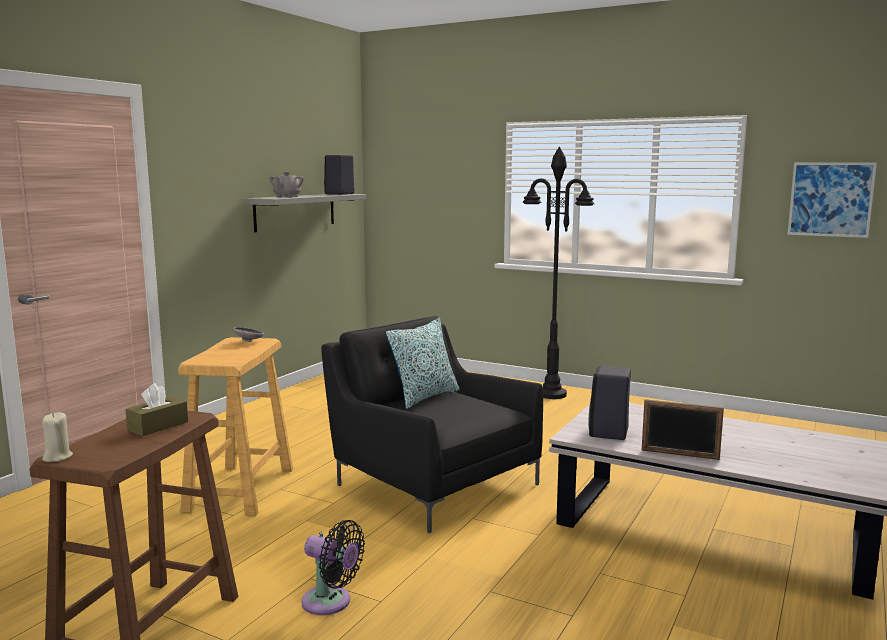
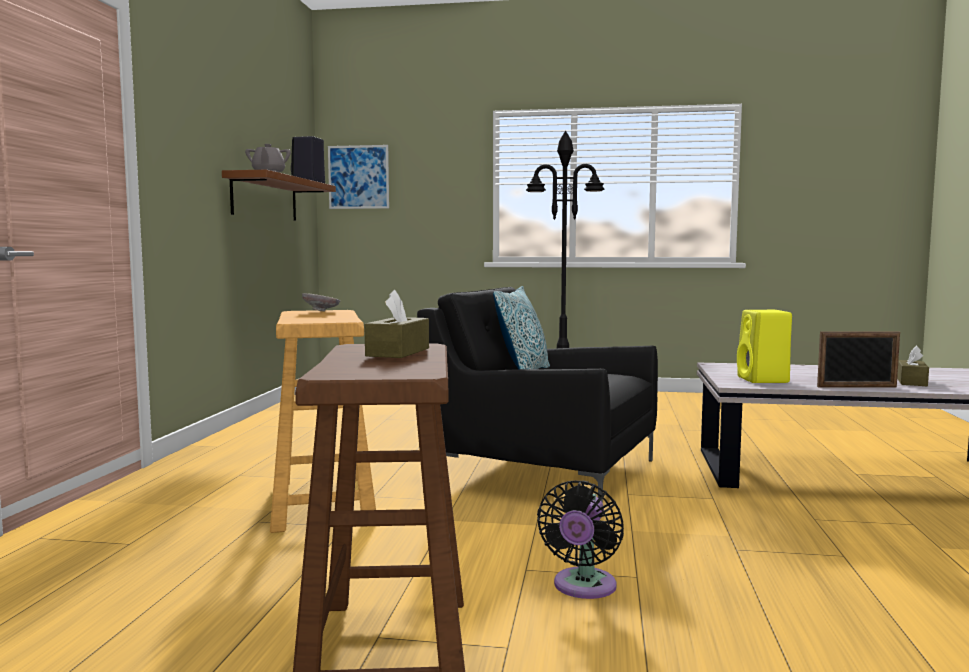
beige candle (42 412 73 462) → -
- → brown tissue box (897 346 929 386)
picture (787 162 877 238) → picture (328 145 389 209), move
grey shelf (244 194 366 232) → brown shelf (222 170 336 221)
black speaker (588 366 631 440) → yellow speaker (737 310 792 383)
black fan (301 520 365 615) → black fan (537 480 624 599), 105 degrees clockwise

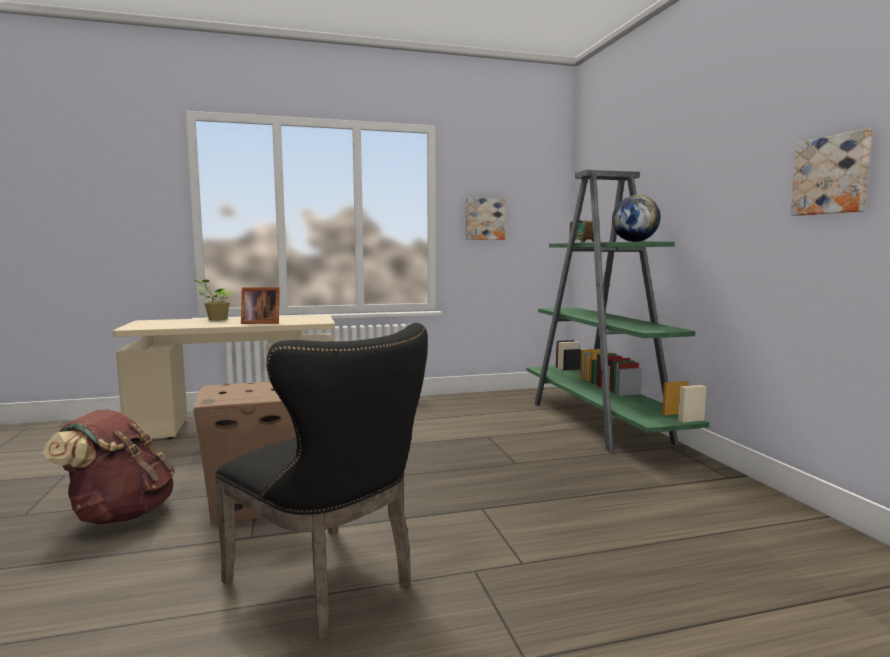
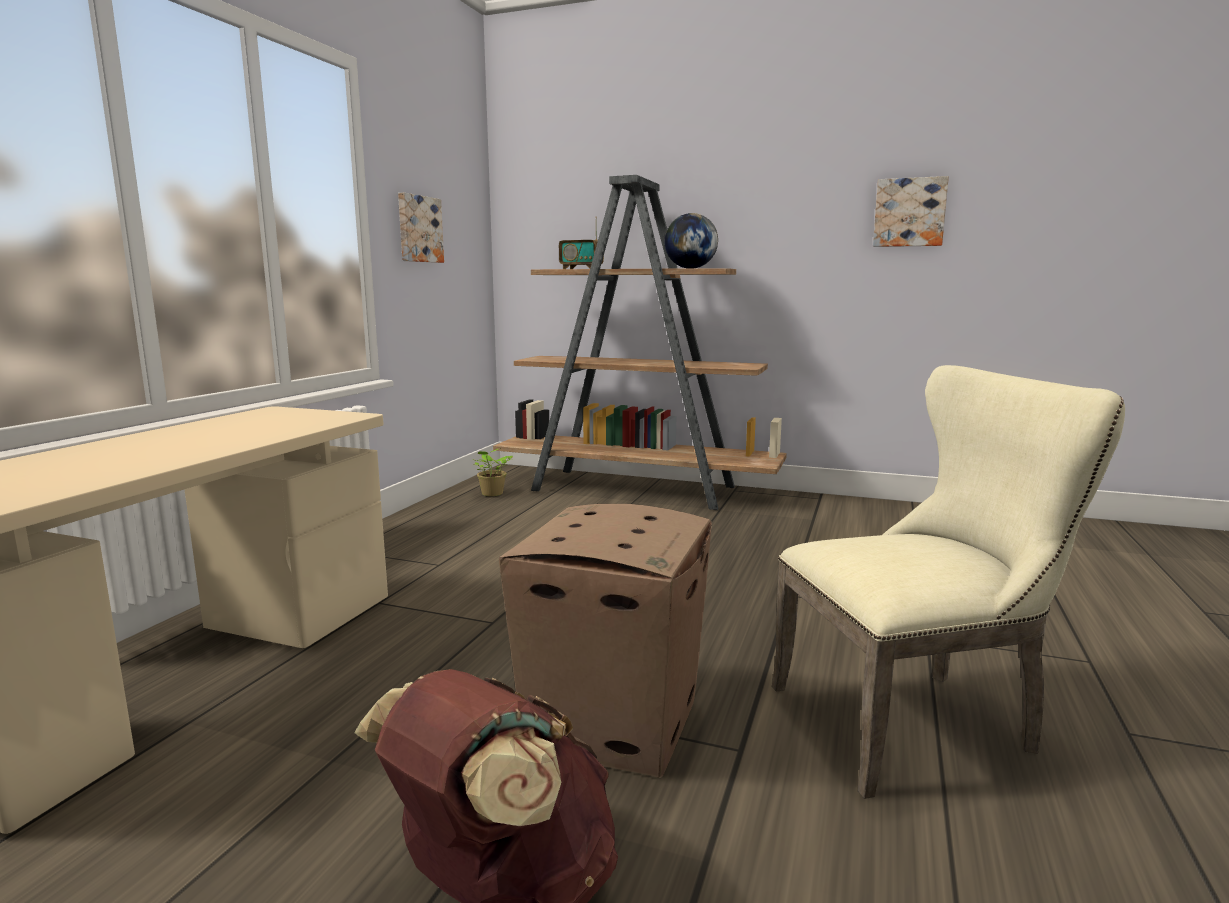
picture frame (241 287 280 324) → -
potted plant (195 279 233 321) → potted plant (475 448 513 496), move
black chair (215 323 428 640) → beige chair (772 365 1125 799)
green bookcase (526 170 709 453) → brown bookcase (493 175 787 510)

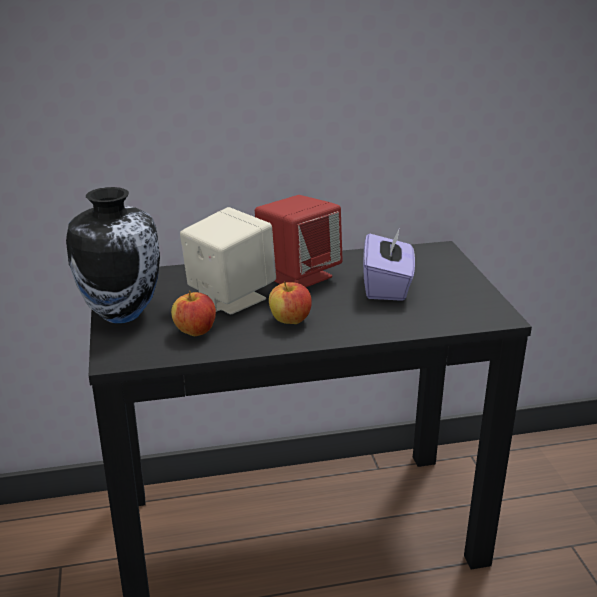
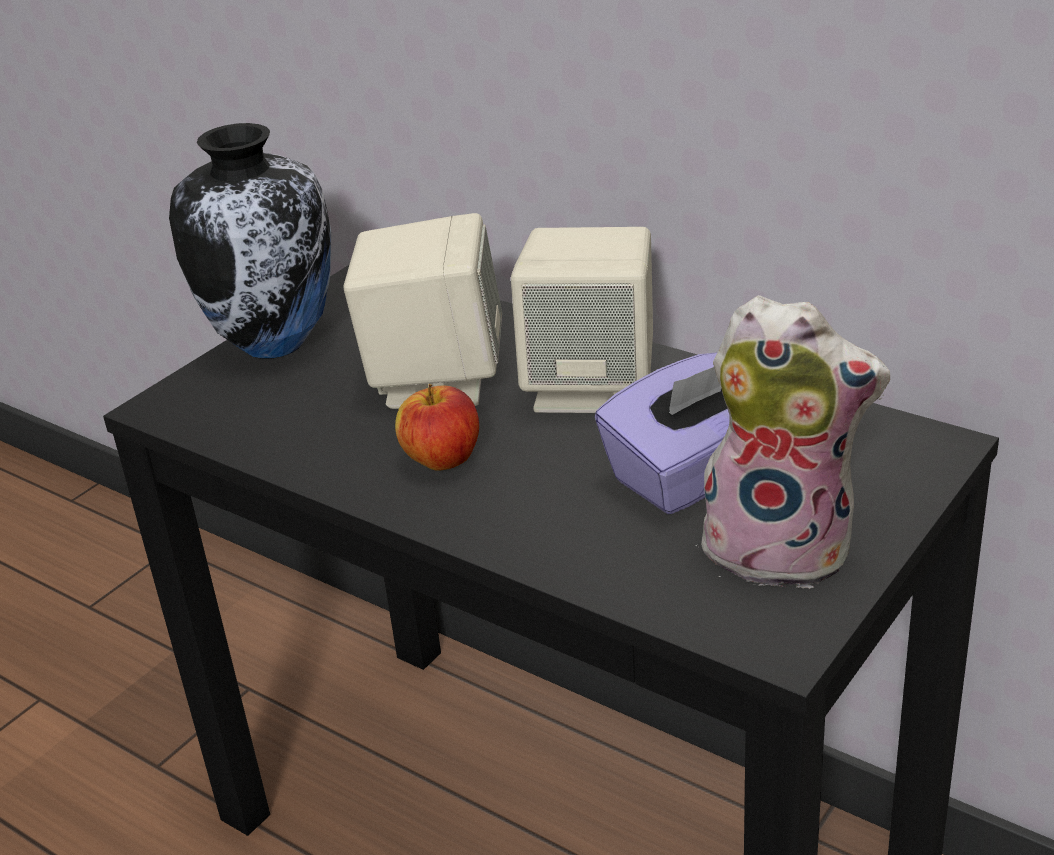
apple (171 291 216 336) → -
- → plush toy (695 295 890 589)
red speaker (255 195 343 287) → beige speaker (511 227 653 413)

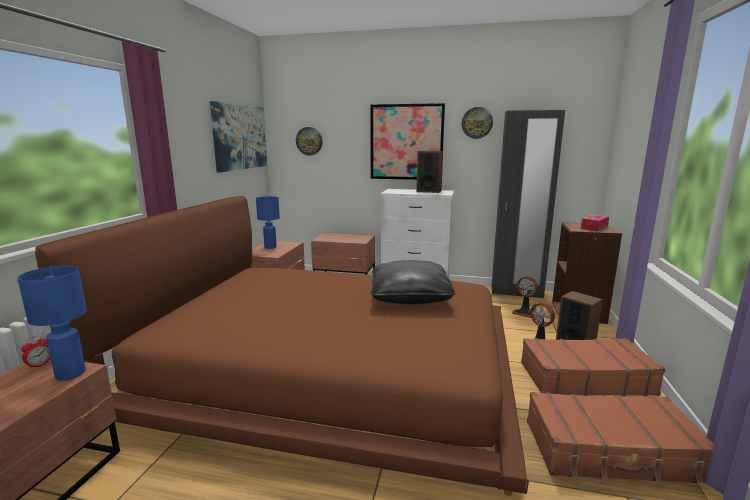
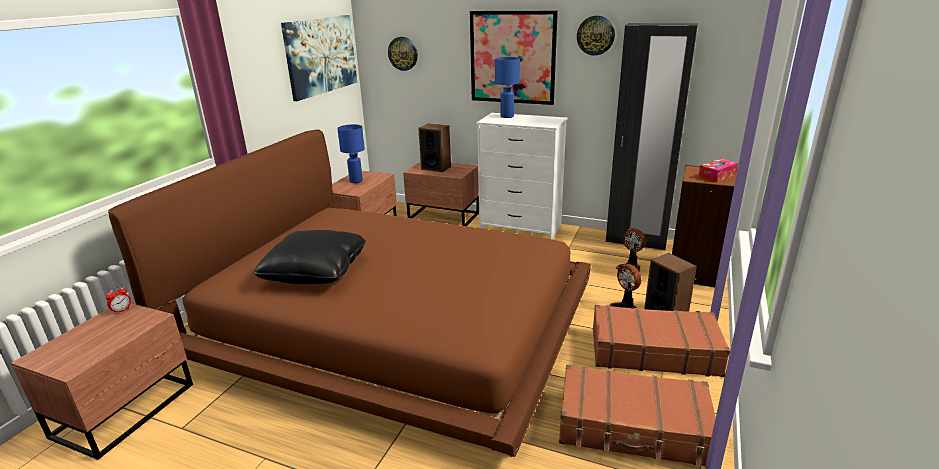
blue table lamp (17 265 87 380) → blue table lamp (495 57 520 118), move
black pillow (371 260 456 304) → black pillow (253 230 366 284), move
speaker (416 151 443 193) → speaker (418 124 451 172), move

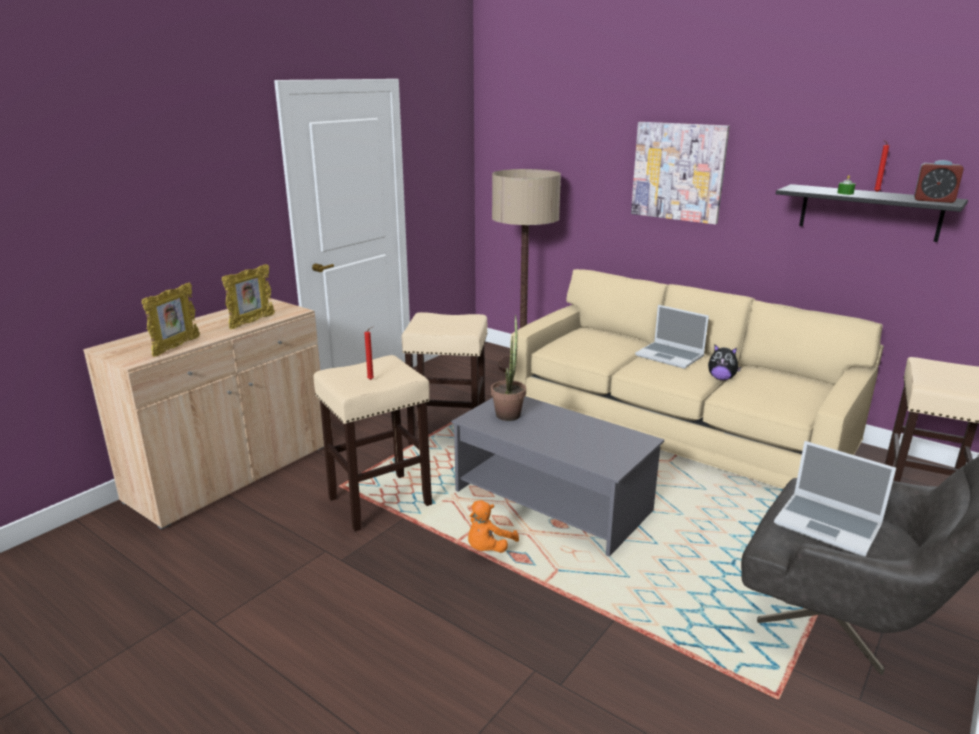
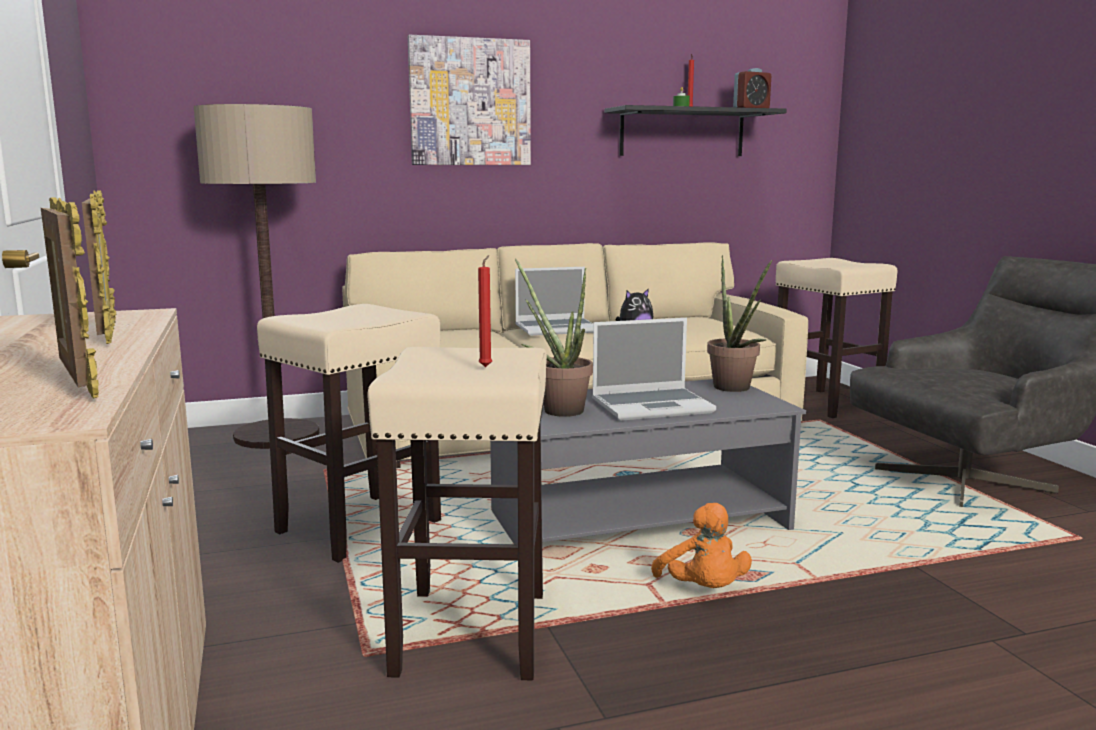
- → potted plant (707 255 772 392)
laptop (774 441 896 556) → laptop (592 318 716 421), move

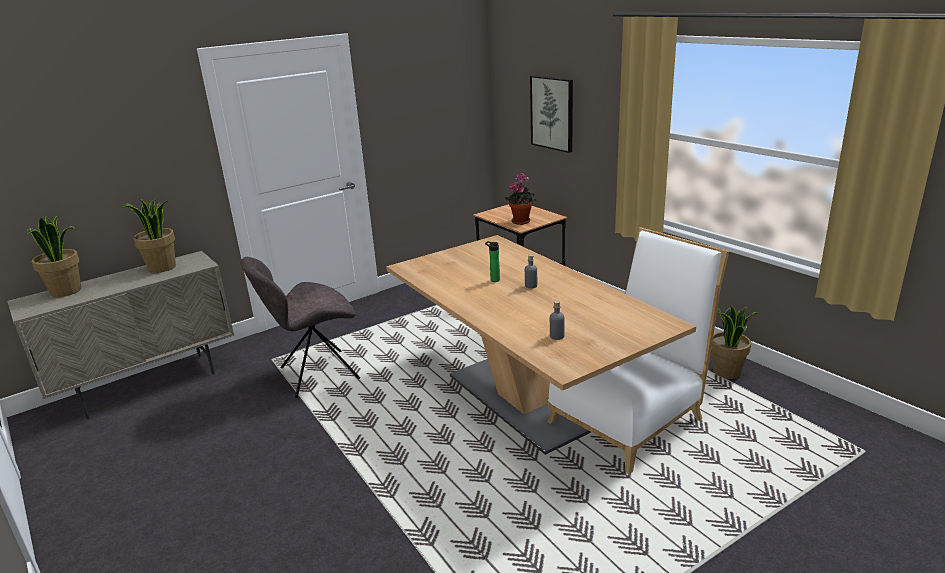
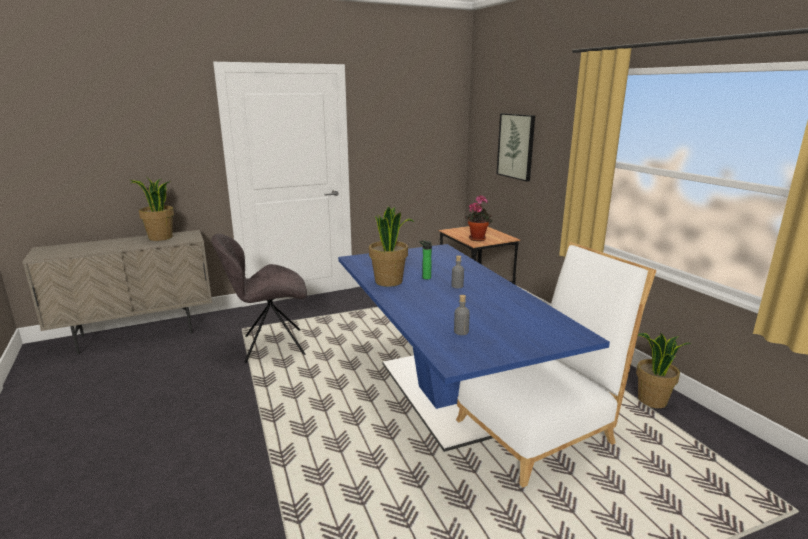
potted plant (27 215 81 297) → potted plant (369 207 414 287), move
beige dining table (386 235 696 455) → blue dining table (338 244 610 452)

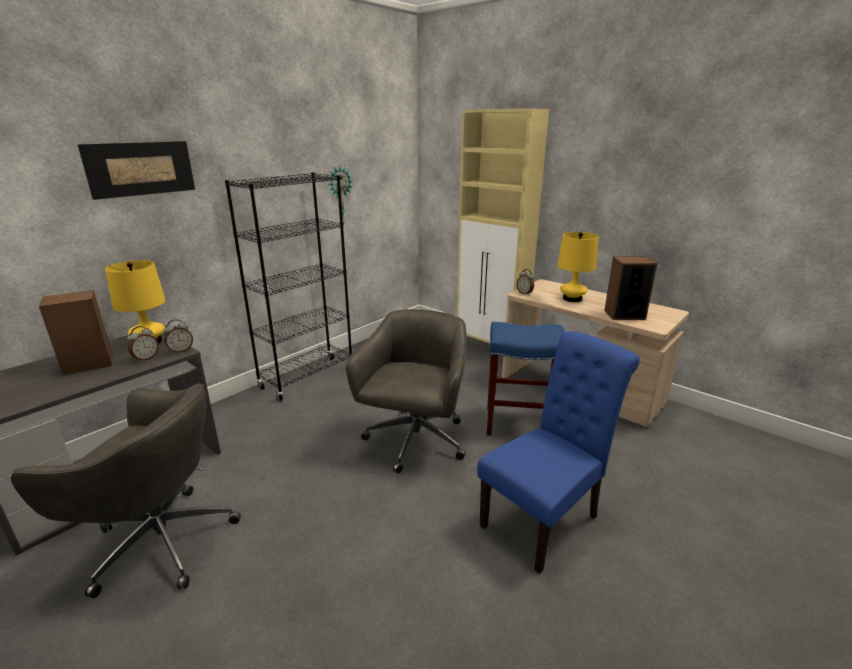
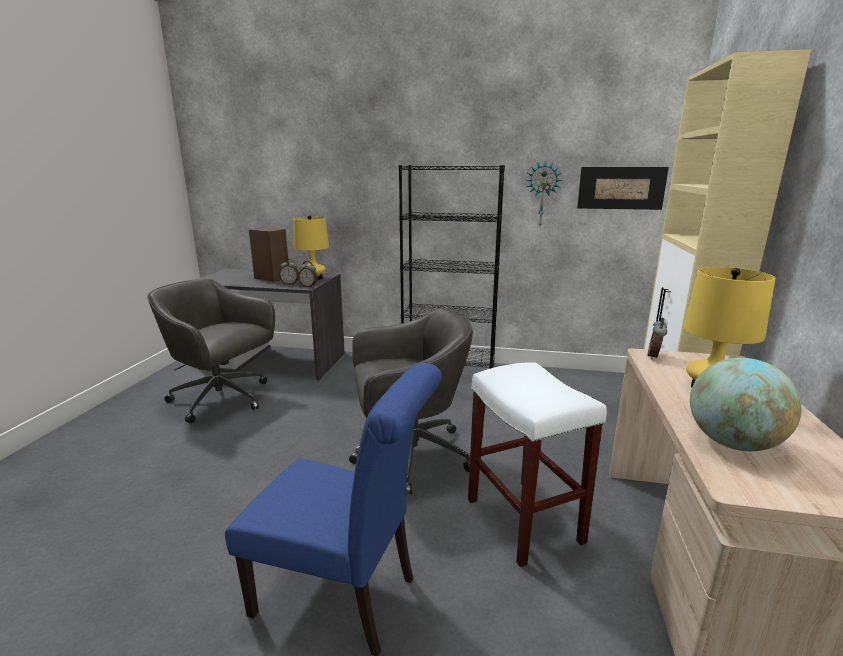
picture (78 141 195 200) → picture (577 167 669 210), move
speaker (604 256 657 320) → globe (690 358 802 451)
blue stool (487 322 565 435) → white stool (468 362 607 567)
grey office chair (11 384 241 598) → grey office chair (147 279 275 423), 135 degrees clockwise

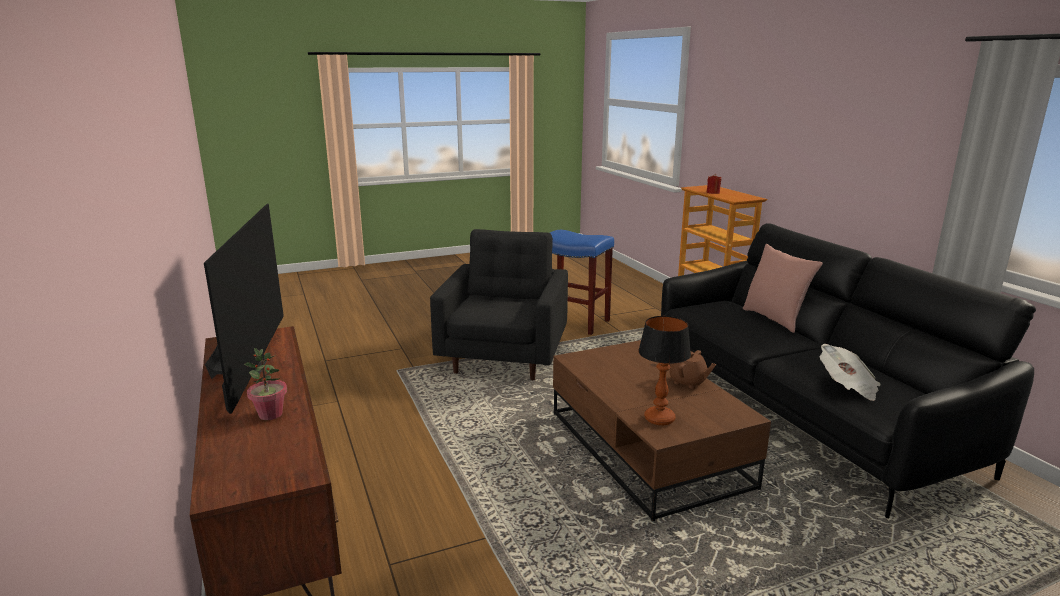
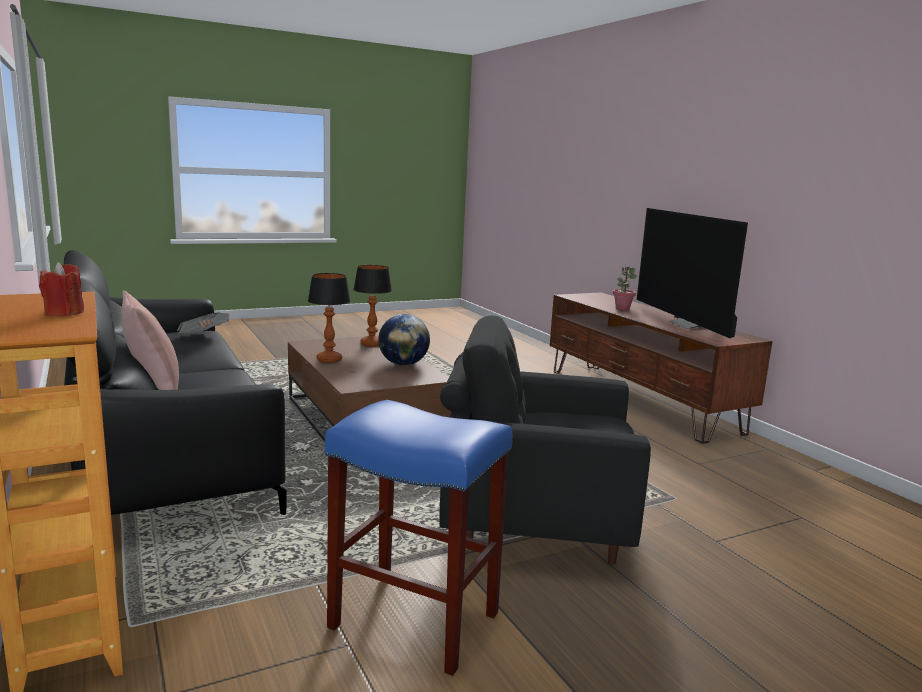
- → globe (378 314 430 366)
brown teapot (669 350 716 389) → table lamp (308 273 351 363)
black armchair (430 229 568 380) → black armchair (439 315 651 565), 90 degrees clockwise

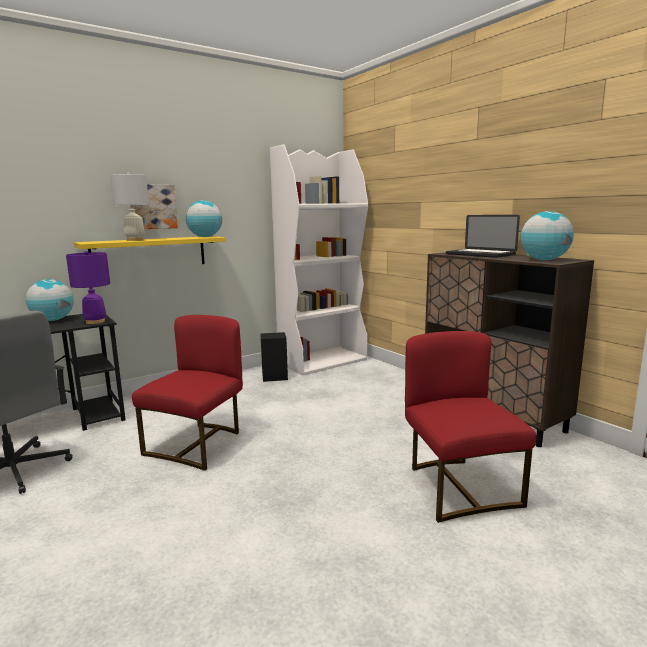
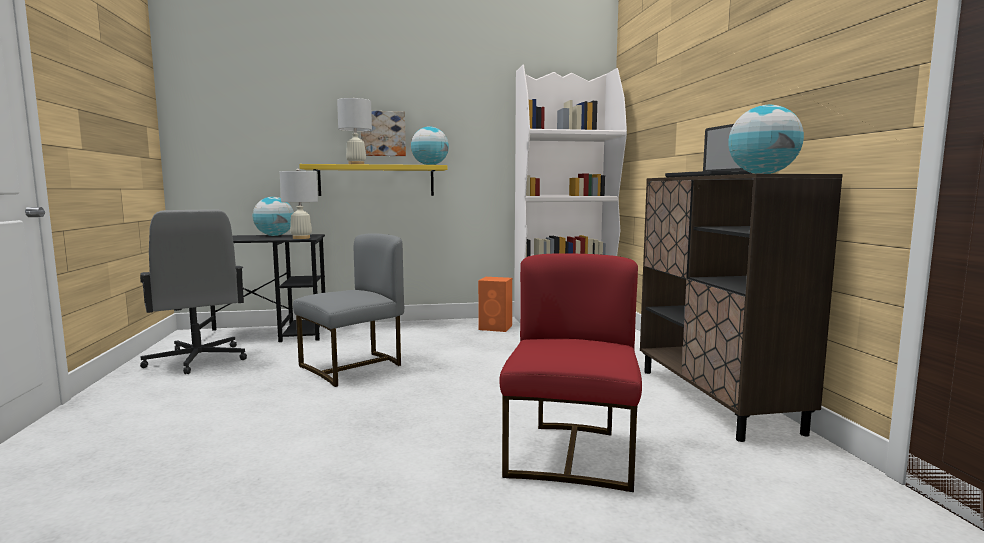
purple table lamp (66 251 110 324) → white table lamp (280 169 318 239)
red chair (132 315 243 471) → grey chair (293 233 404 387)
black speaker (260 332 288 382) → orange speaker (478 277 512 332)

